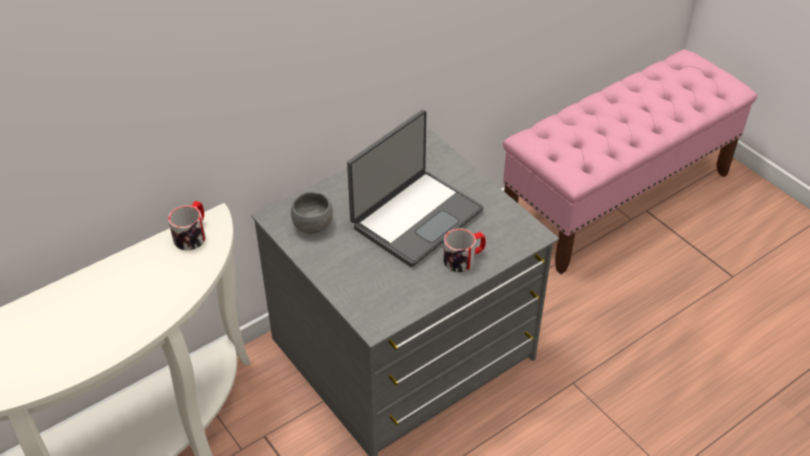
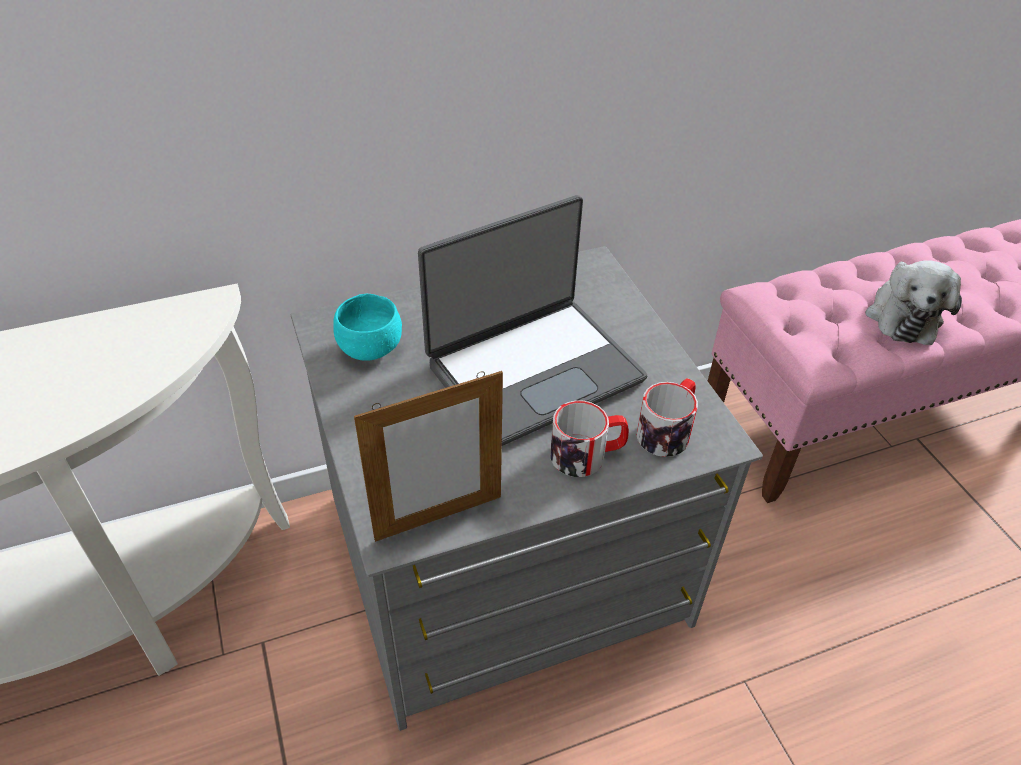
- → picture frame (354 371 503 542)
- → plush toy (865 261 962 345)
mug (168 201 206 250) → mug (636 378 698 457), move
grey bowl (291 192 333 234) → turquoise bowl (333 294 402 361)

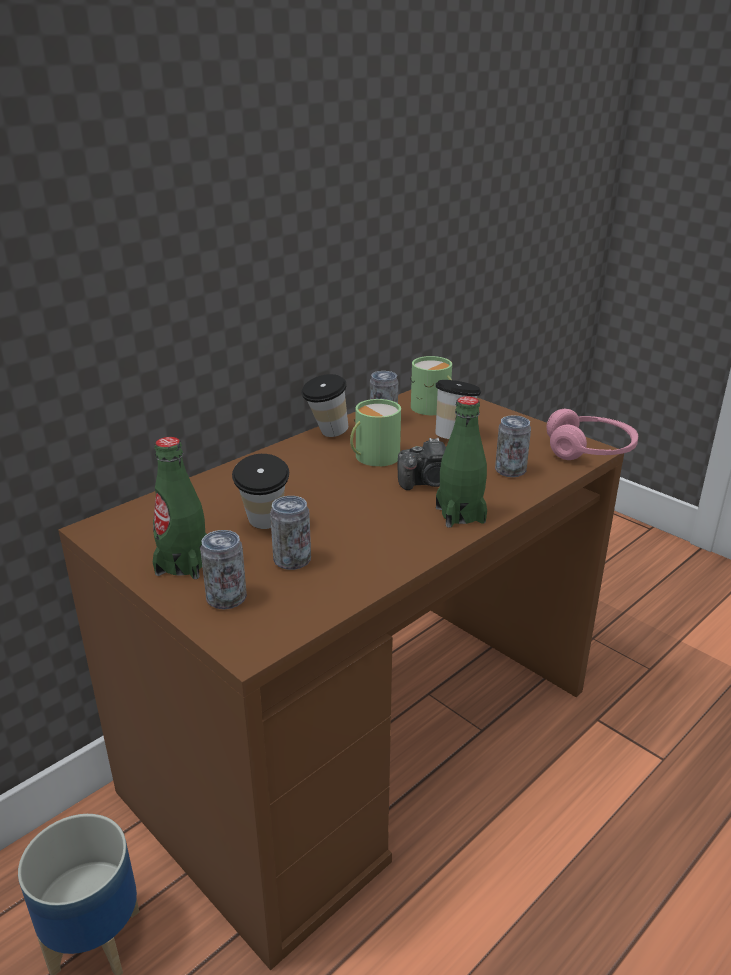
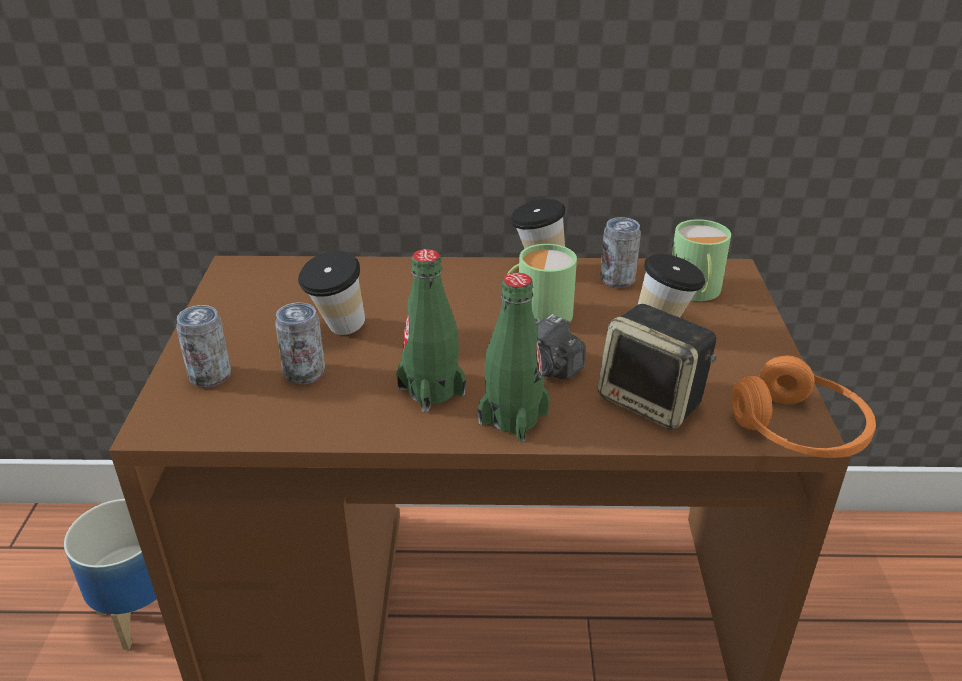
green bottle (153 437 207 579) → green bottle (396 249 466 412), move
can (495 415 531 477) → speaker (598 304 717 430)
pink headphones (547 409 638 460) → orange headphones (731 356 876 458)

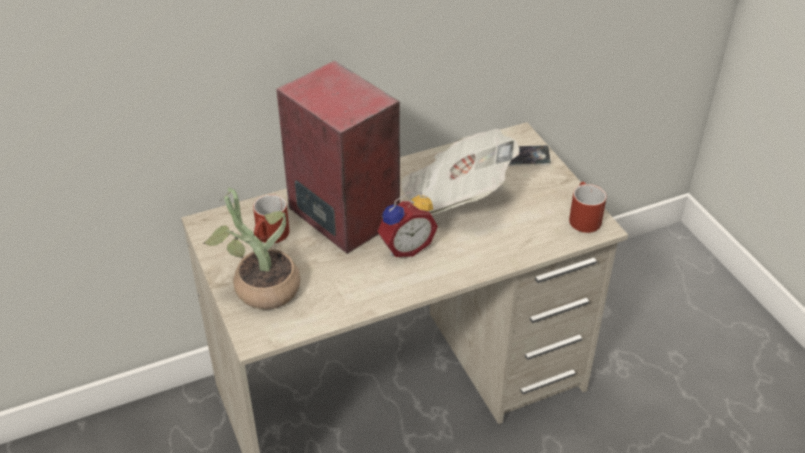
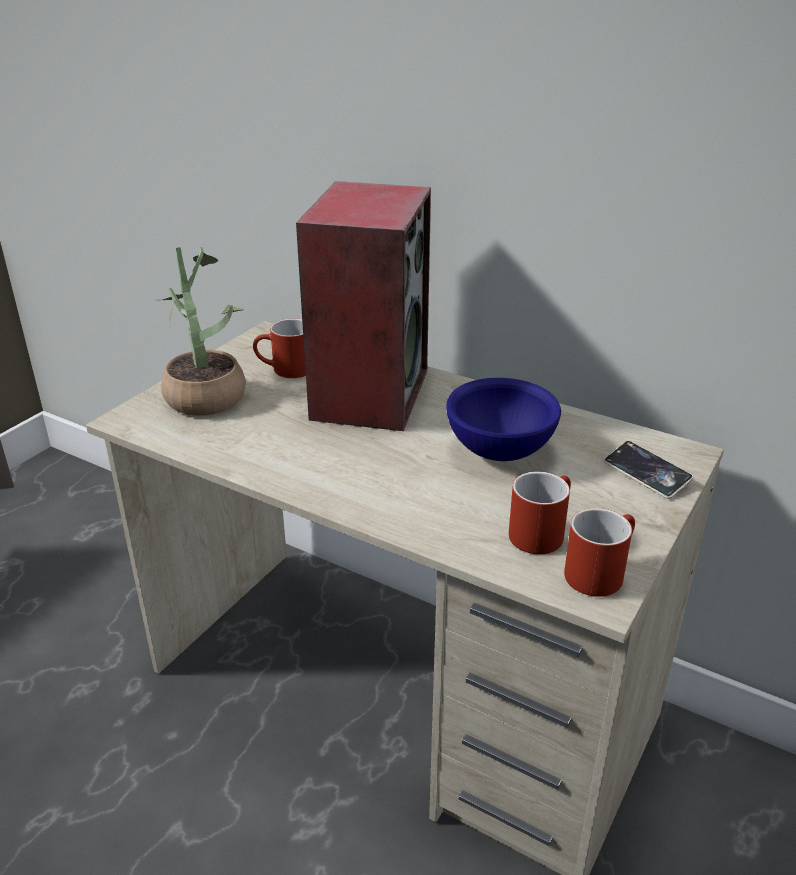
alarm clock (378 191 438 257) → -
- → red mug (509 472 571 554)
newspaper (401 129 520 215) → blue bowl (446 378 561 461)

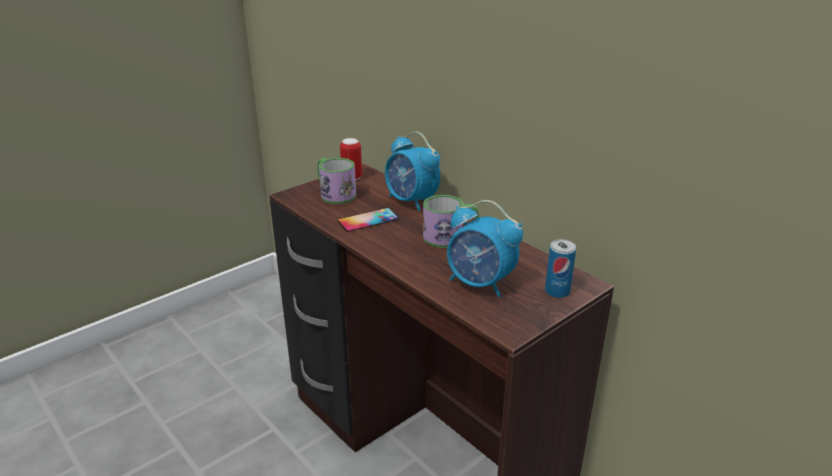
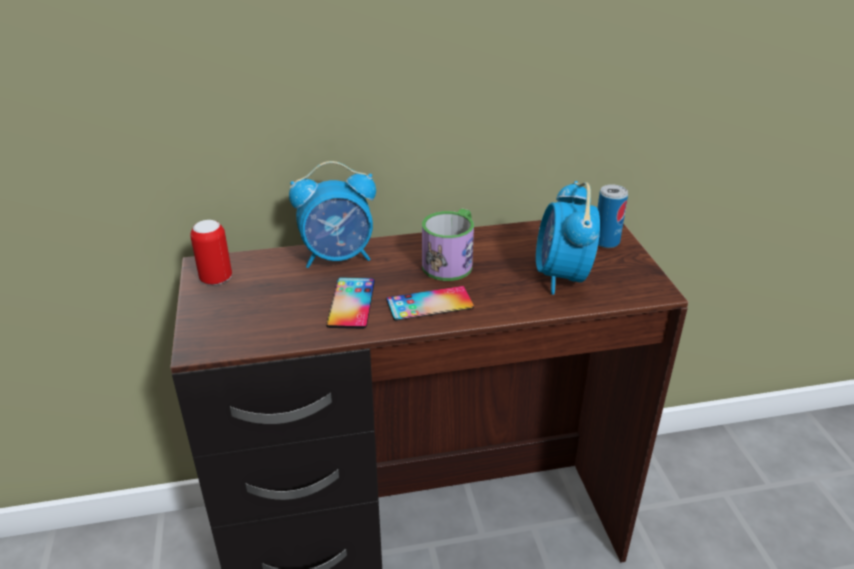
mug (317 158 356 204) → -
- → phone (387 286 474 321)
alarm clock (447 200 523 297) → alarm clock (536 181 600 294), 120 degrees clockwise

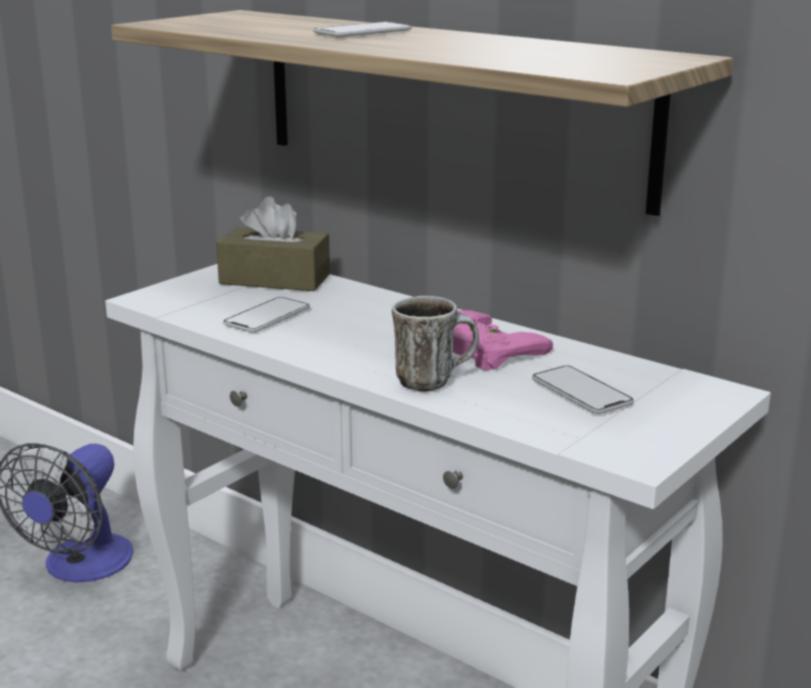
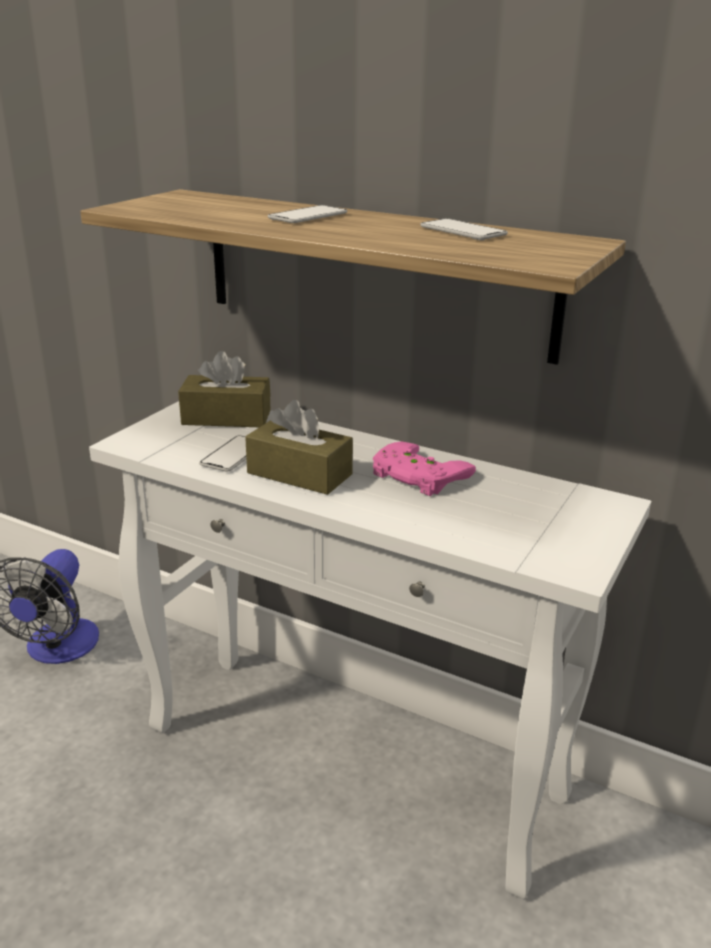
mug (392 296 479 392) → -
- → brown tissue box (245 400 353 495)
phone (532 365 634 414) → phone (420 218 508 240), move

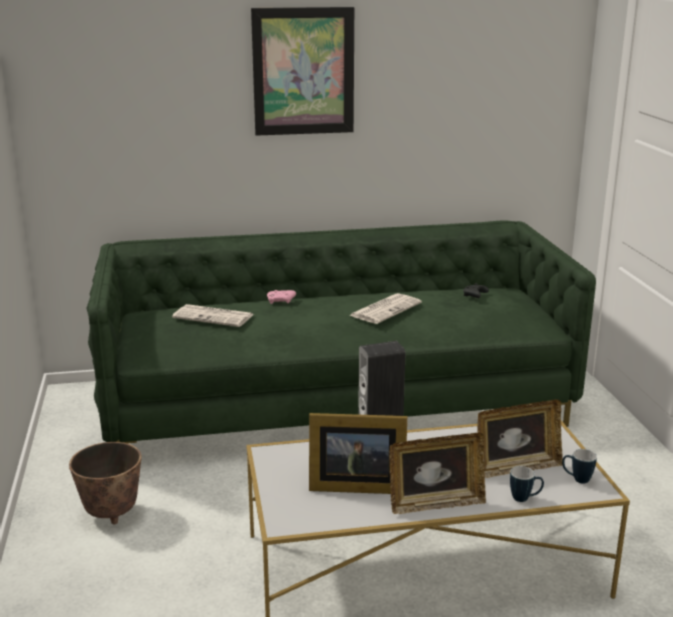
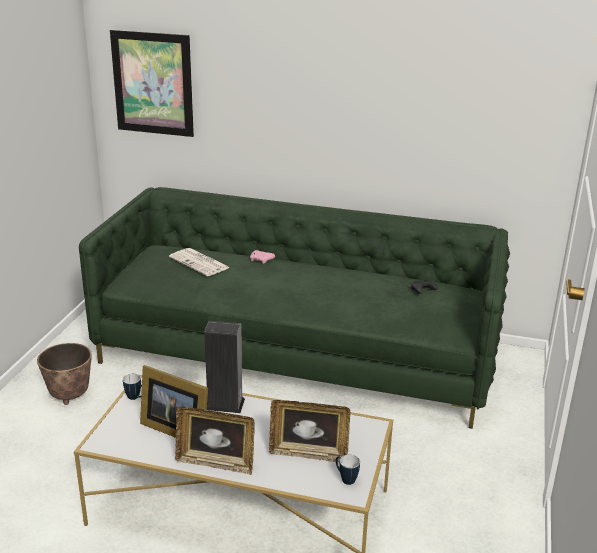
newspaper (350 293 422 324) → -
picture (251 7 354 136) → picture (110 30 194 137), move
mug (510 466 544 502) → mug (123 374 142 400), move

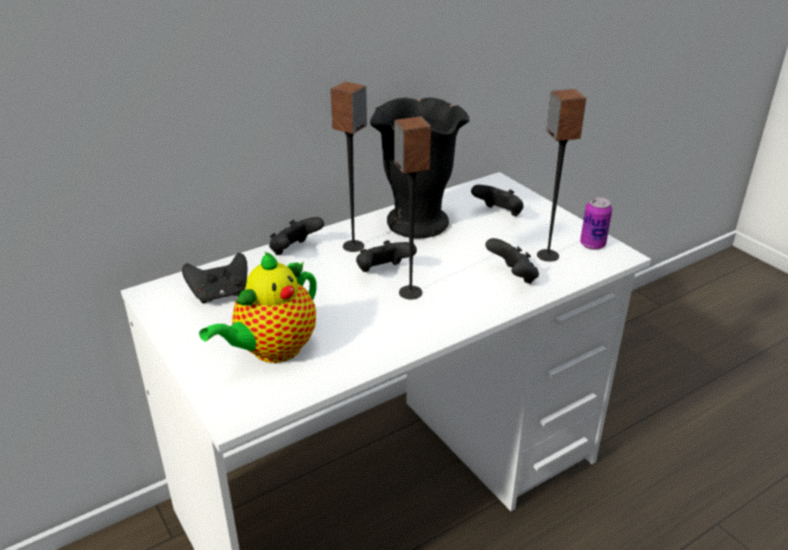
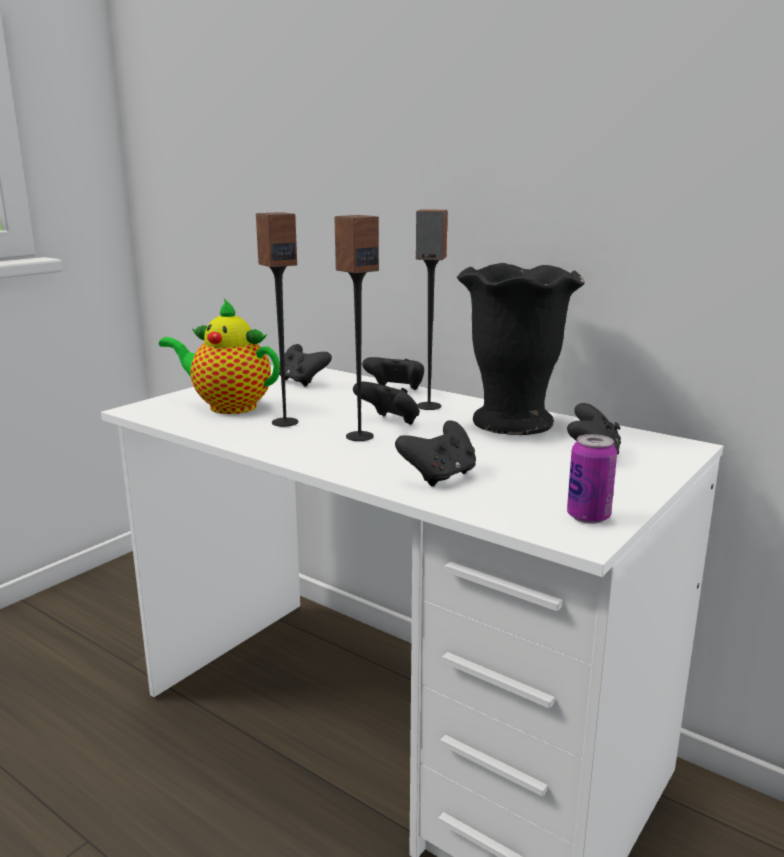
speaker (537 89 586 262) → speaker (256 212 298 427), move

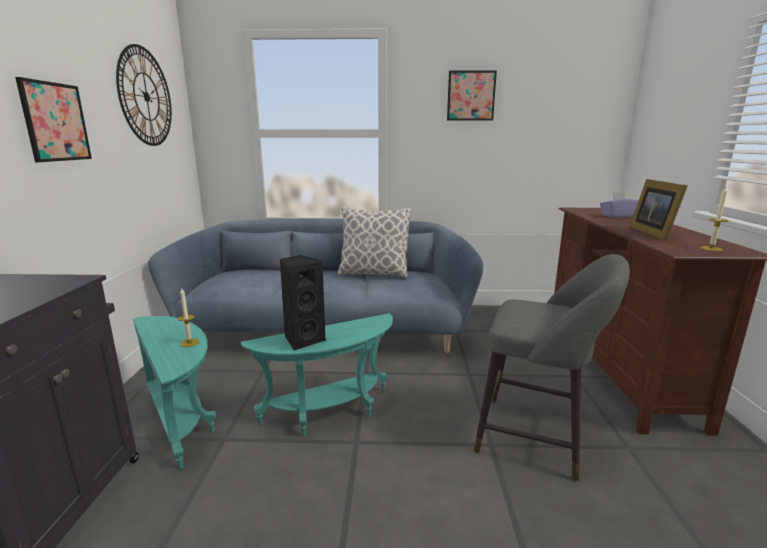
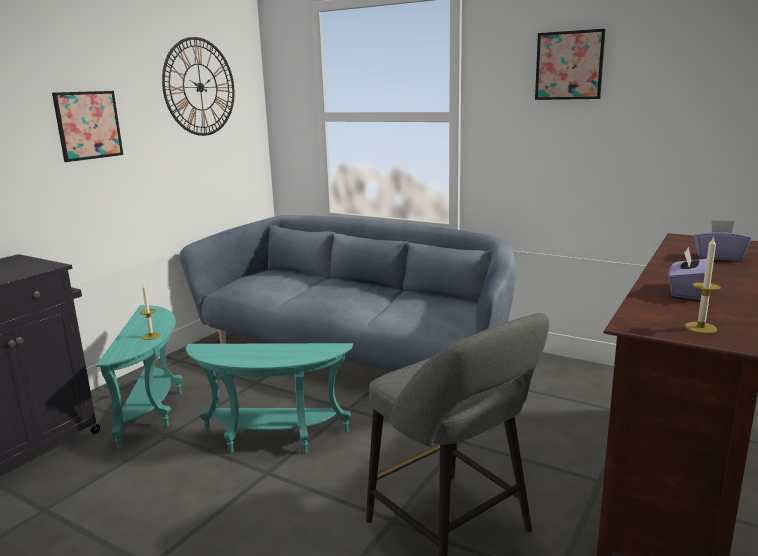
black speaker (279 255 325 351) → -
pillow (337 207 411 278) → -
picture frame (630 179 688 241) → purple tissue box (668 247 707 300)

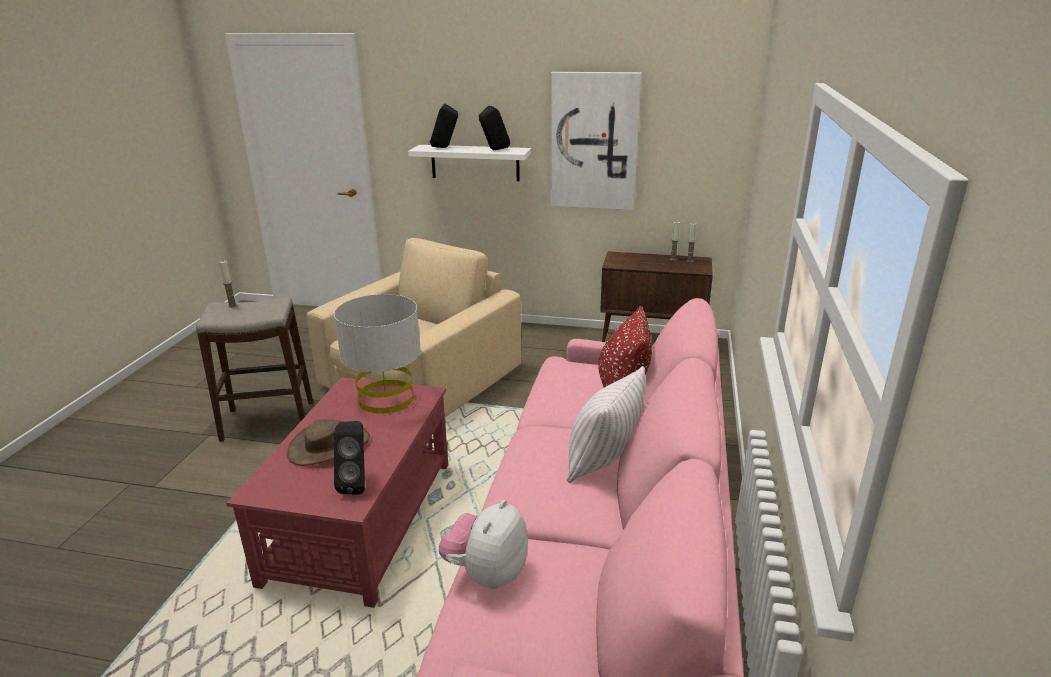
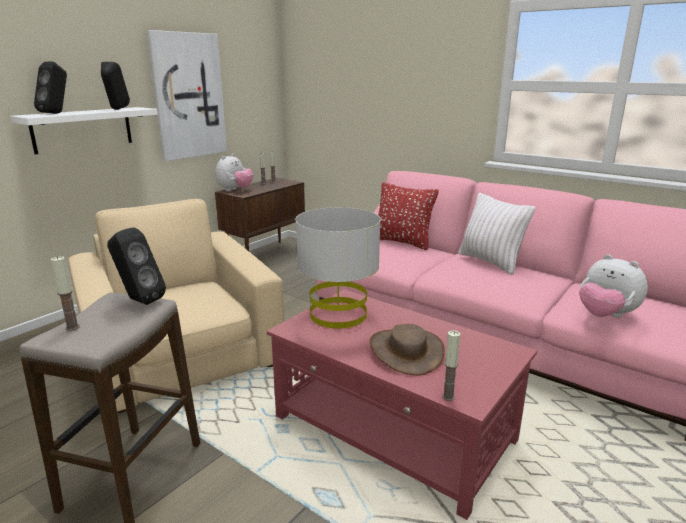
- → plush toy (215 154 253 191)
- → candle (442 331 460 401)
black speaker (334 421 365 494) → black speaker (107 227 166 305), move

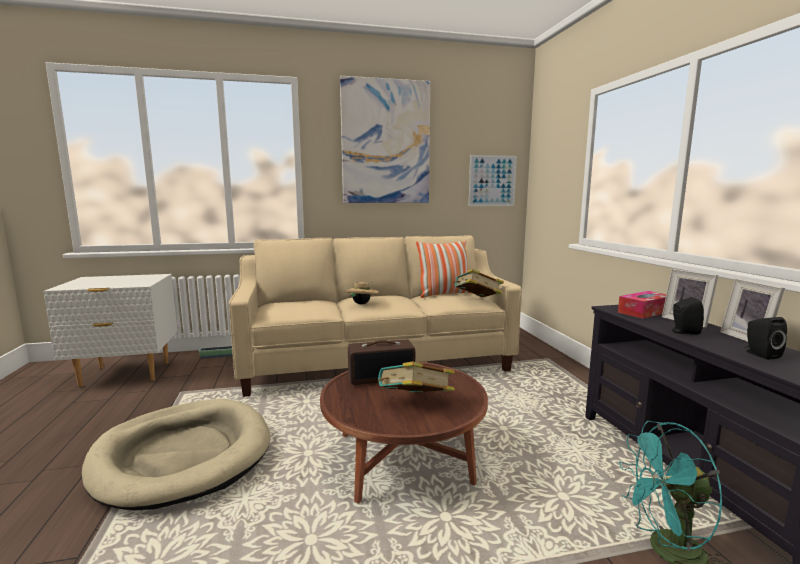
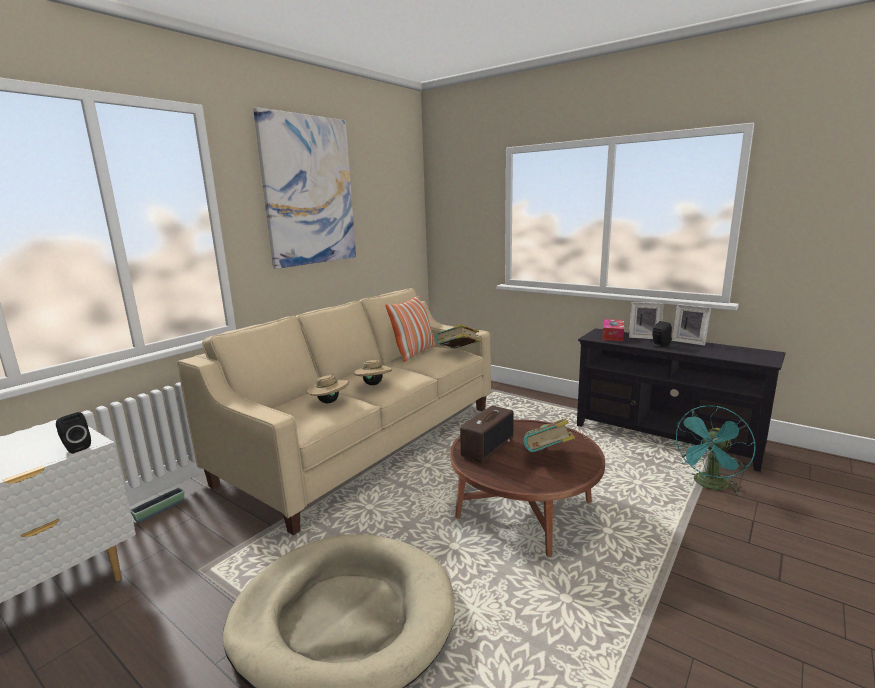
picture (469 155 517 206) → -
- → beige hat (307 372 349 403)
black speaker (744 317 787 360) → black speaker (56 412 91 454), move

